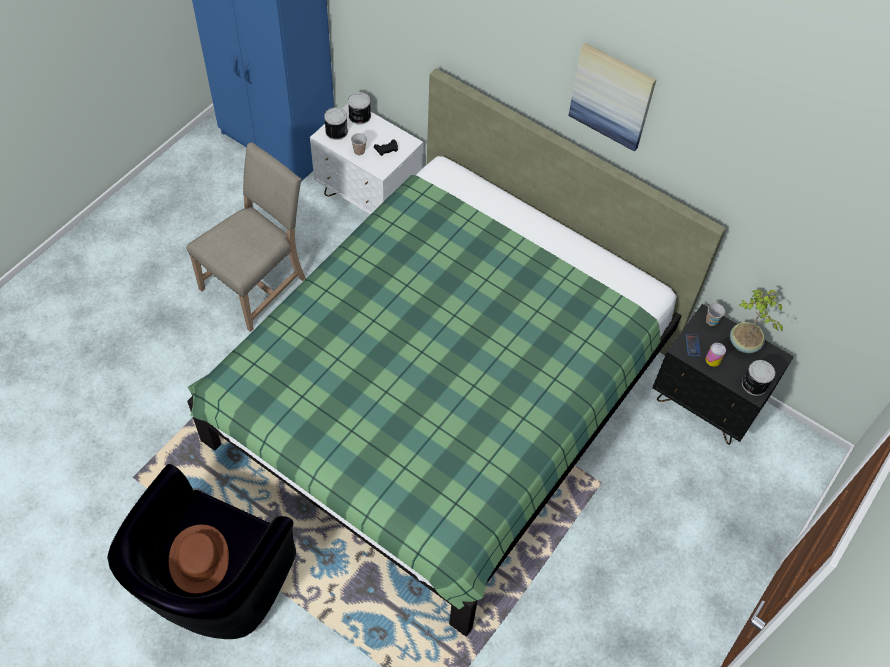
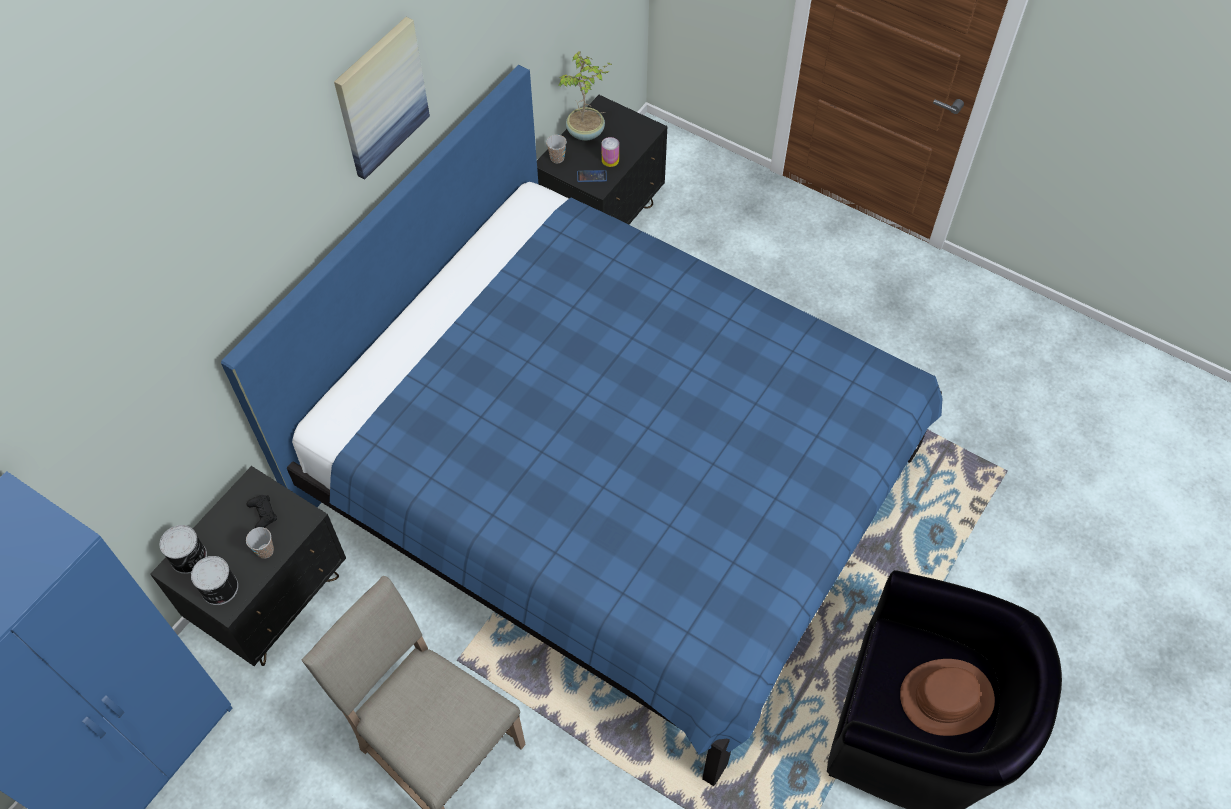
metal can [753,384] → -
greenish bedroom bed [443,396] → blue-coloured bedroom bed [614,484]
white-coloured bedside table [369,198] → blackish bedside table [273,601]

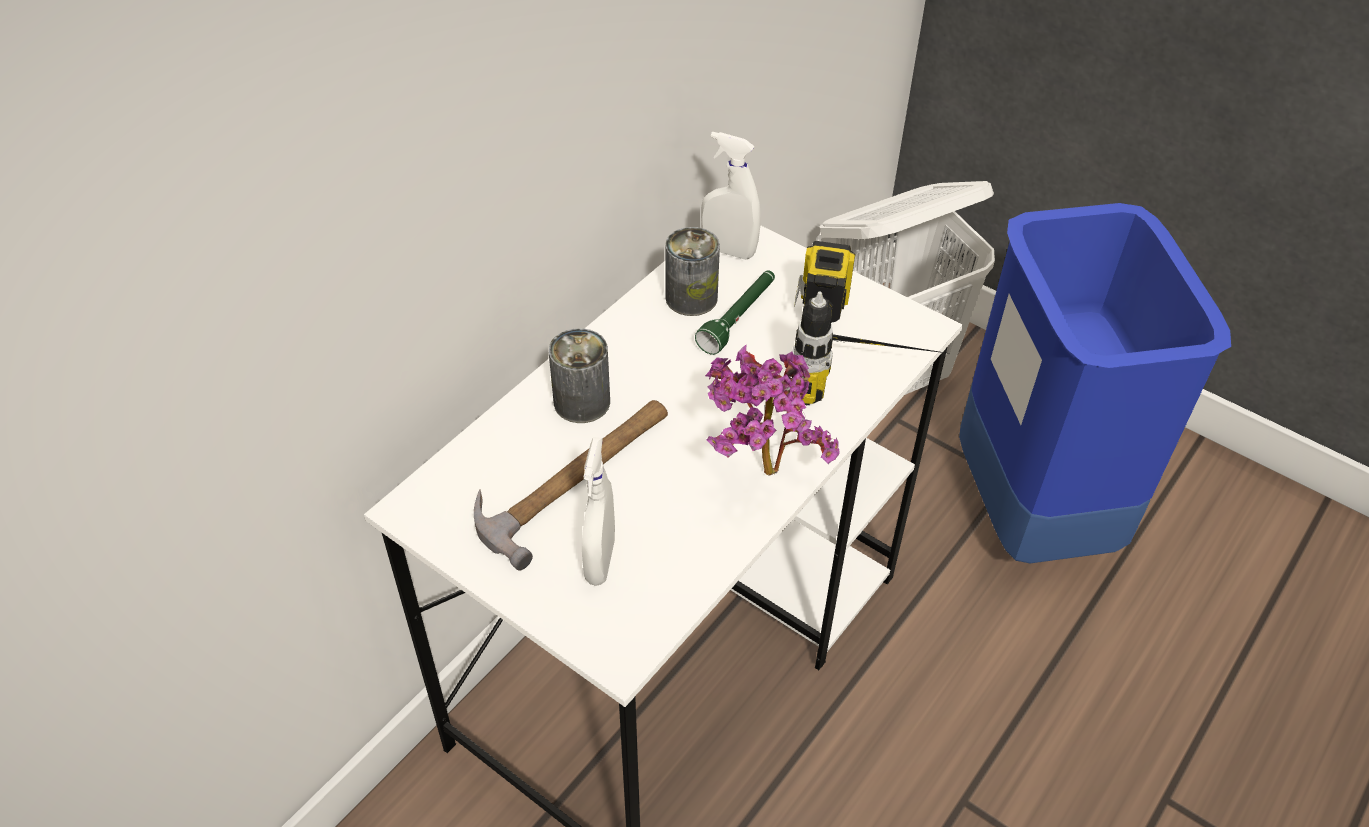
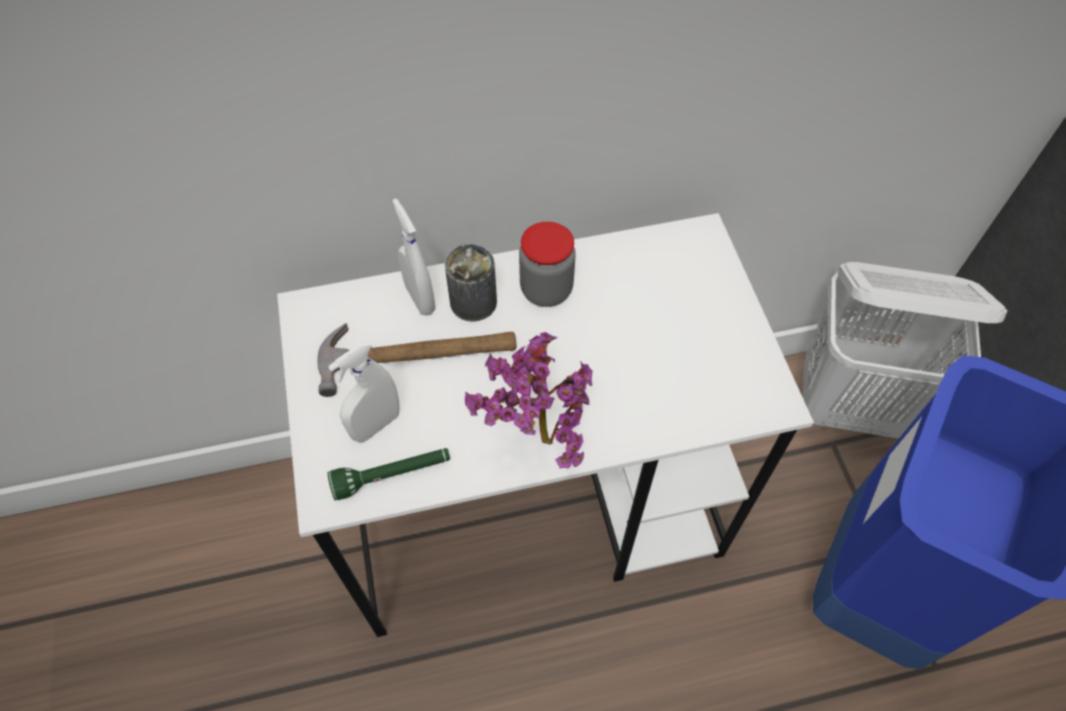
metal can [691,297] → -
electric drill [866,363] → -
- → storage jar [546,290]
greenish torch [738,318] → greenish torch [393,476], move
white-coloured sprayer [728,251] → white-coloured sprayer [420,298], move

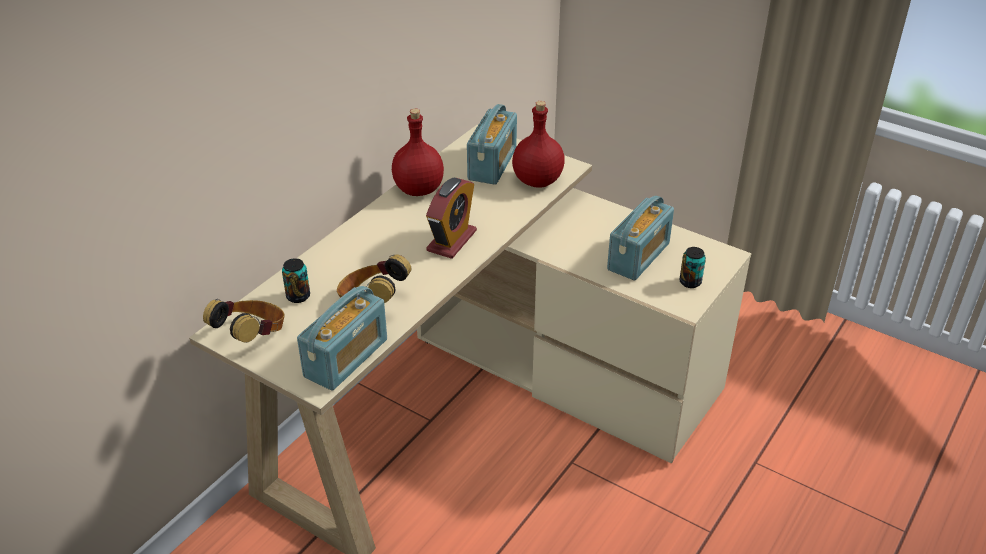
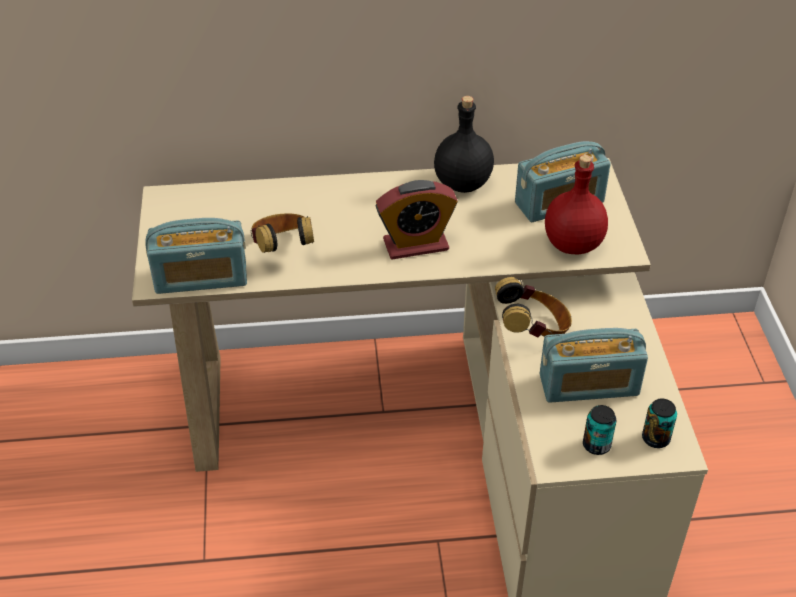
pair of headphones [252,337] → pair of headphones [533,330], move
metal can [298,296] → metal can [655,438], move
reddish bottle [419,189] → blackish bottle [463,184]

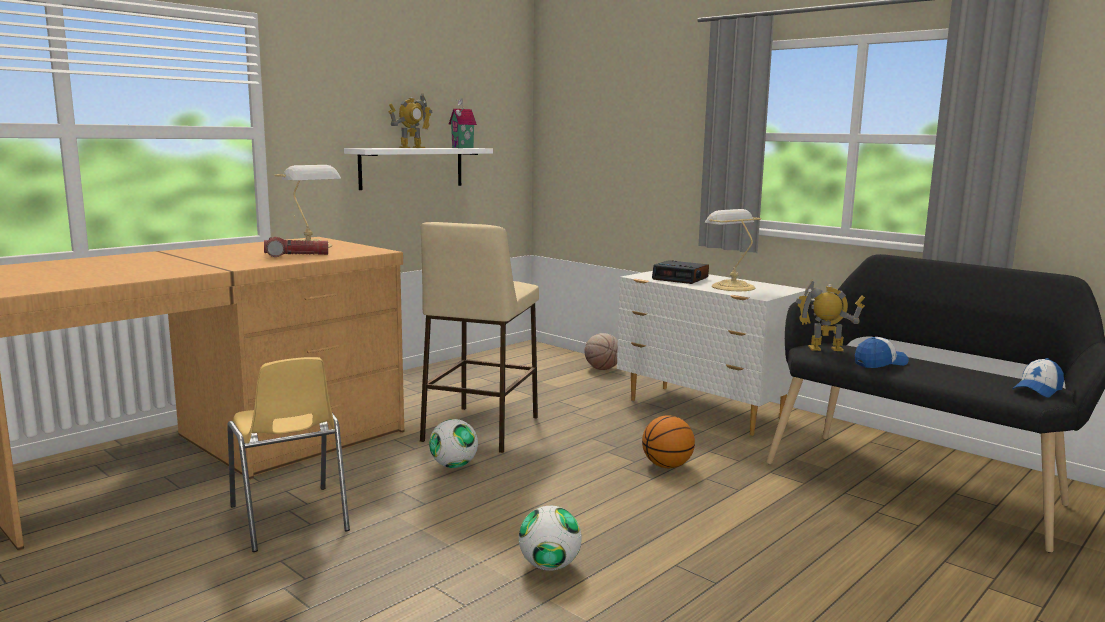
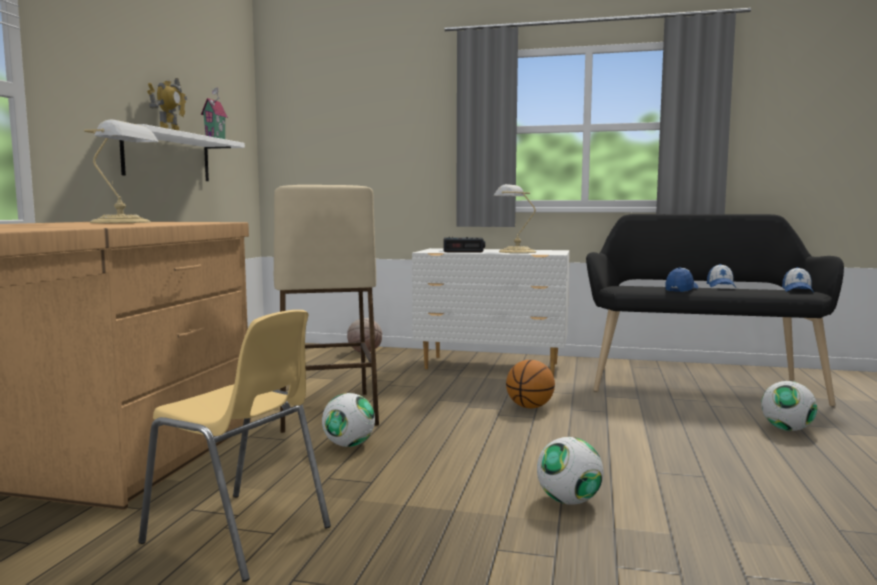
torch [296,256] → -
toy robot [825,349] → -
- → cap [720,286]
- → ball for football [787,429]

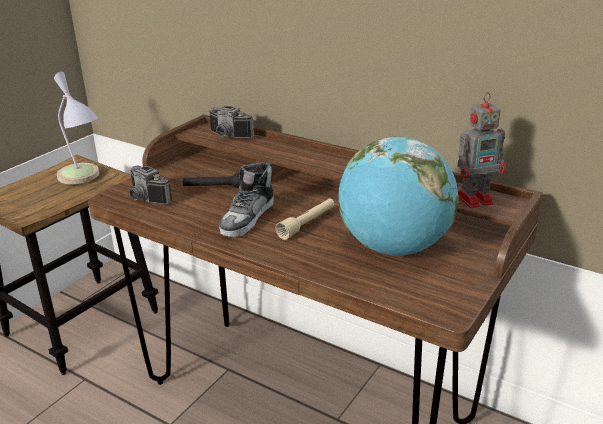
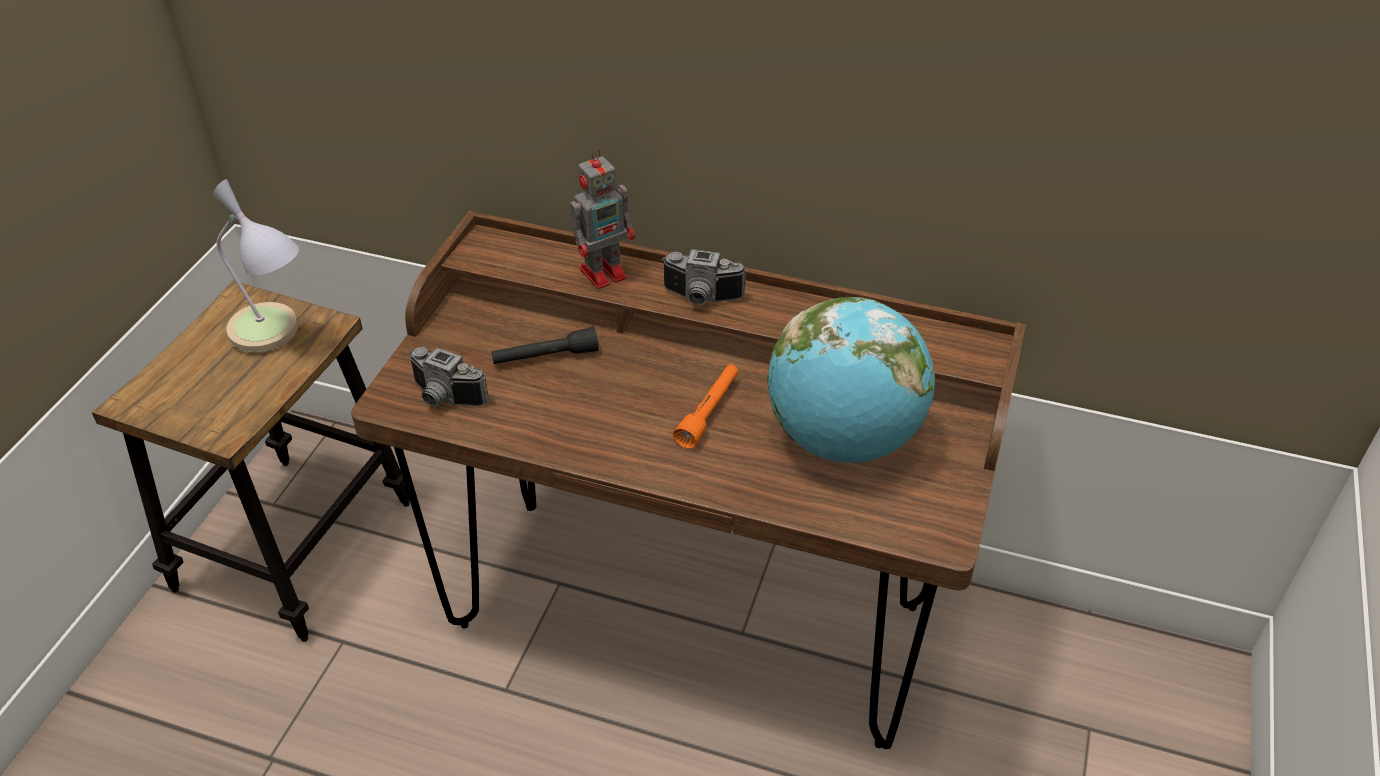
item of footwear [248,218] → -
still camera [228,136] → still camera [701,299], move
toy robot [476,199] → toy robot [605,272], move
beige-coloured torch [307,224] → orange torch [709,412]

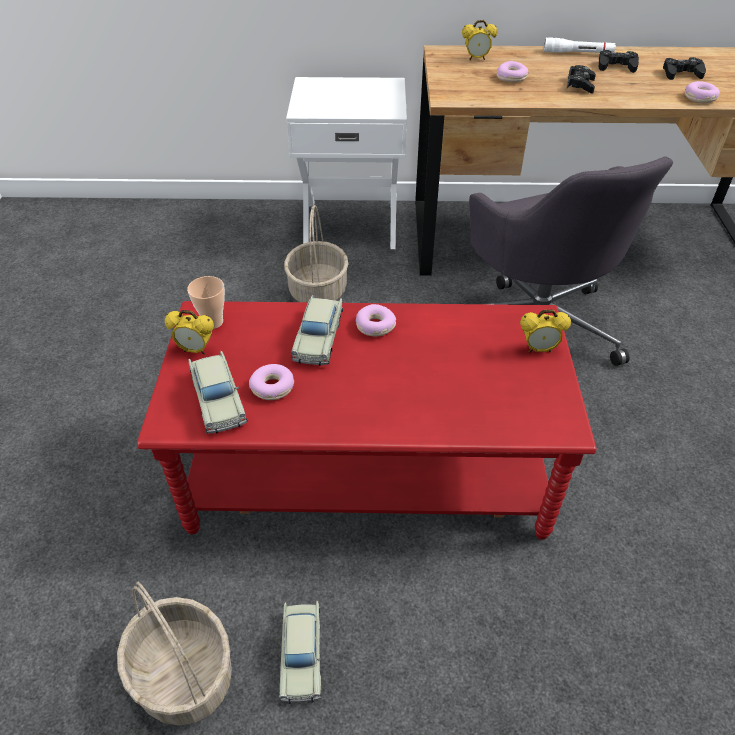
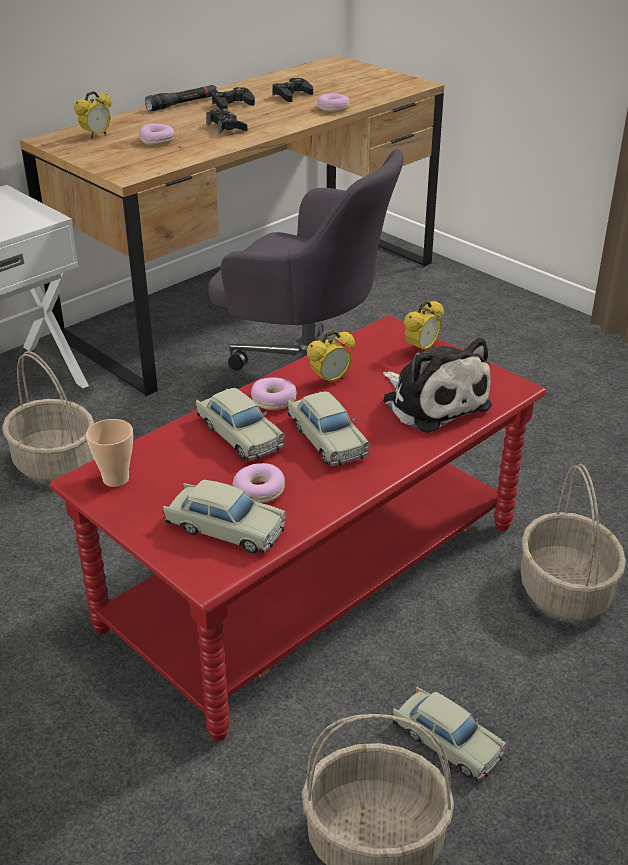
- → beige-coloured miniature car [327,439]
- → cuddly toy [432,401]
- → storage basket [566,591]
table clock [195,350] → table clock [330,380], move
white-coloured torch [578,53] → blackish torch [182,104]

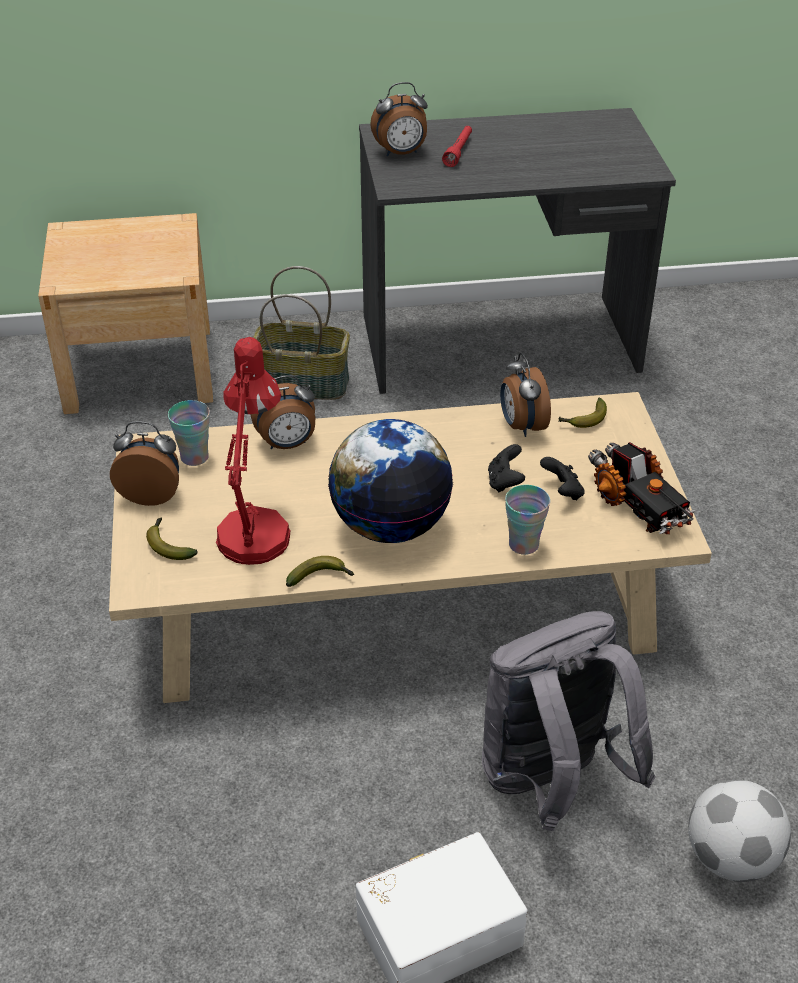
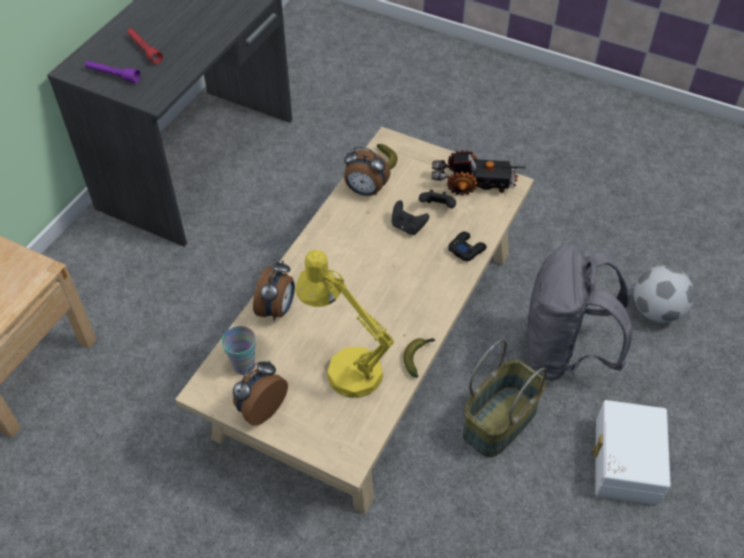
banana fruit [168,544] → -
globe [390,526] → -
storage basket [304,383] → storage basket [499,420], move
table clock [401,153] → purple torch [113,75]
small cup [523,544] → blackish game controller [466,249]
reddish table lamp [256,528] → yellowish table lamp [345,367]

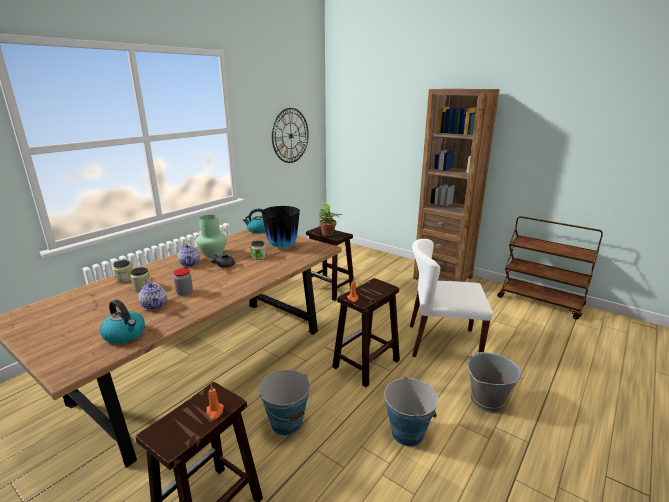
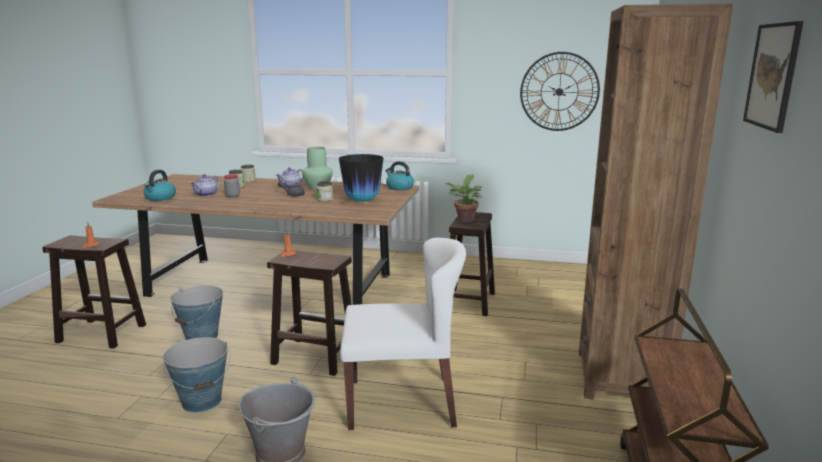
- → picture [772,76]
white-coloured upright chair [442,342] → white-coloured upright chair [402,402], 105 degrees clockwise

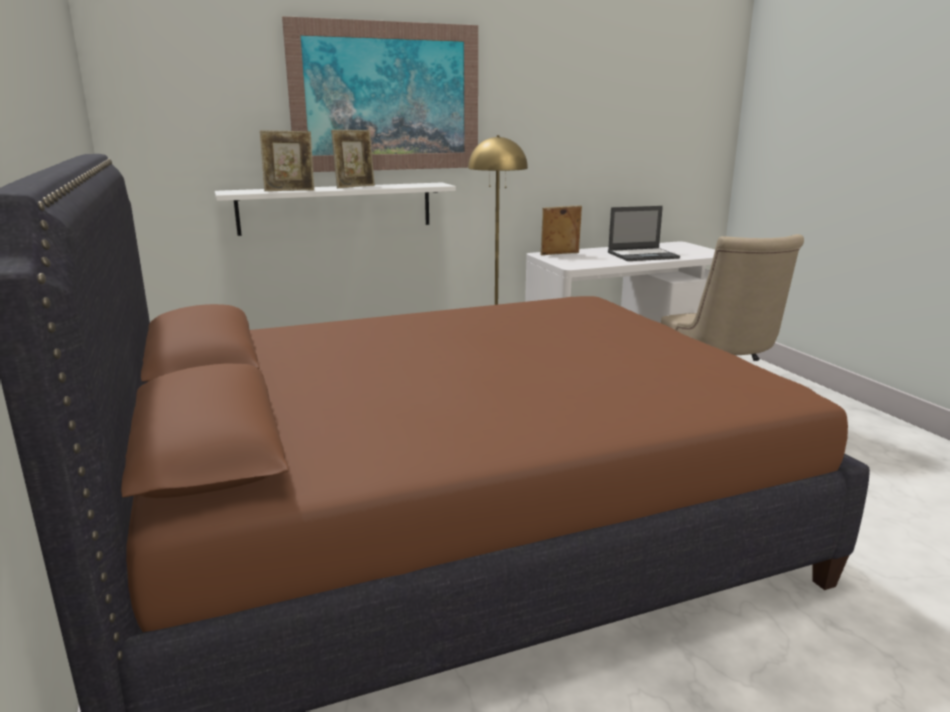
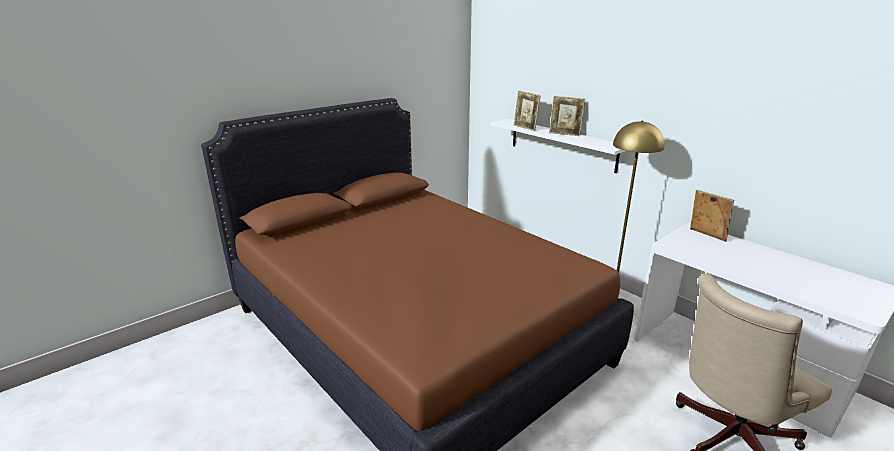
picture [387,97] → -
portable computer [643,255] → -

